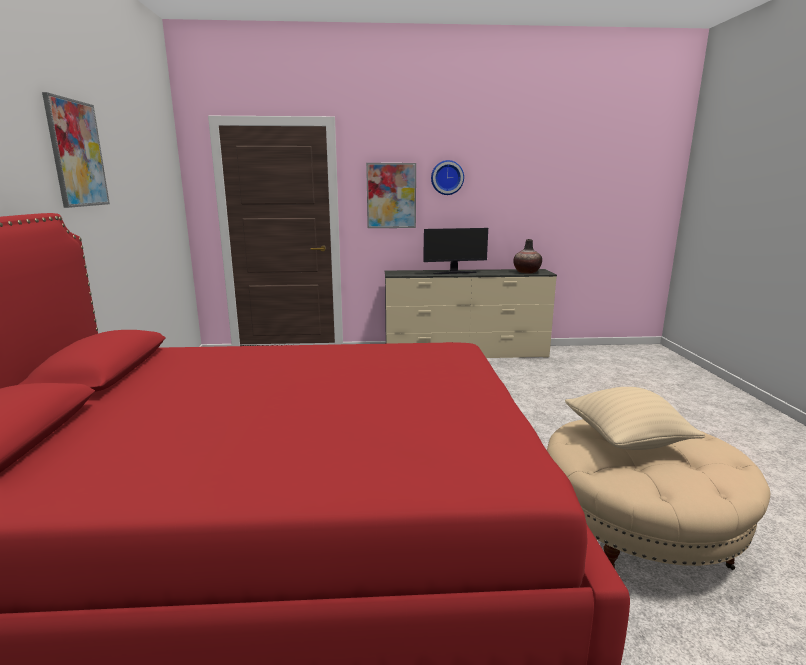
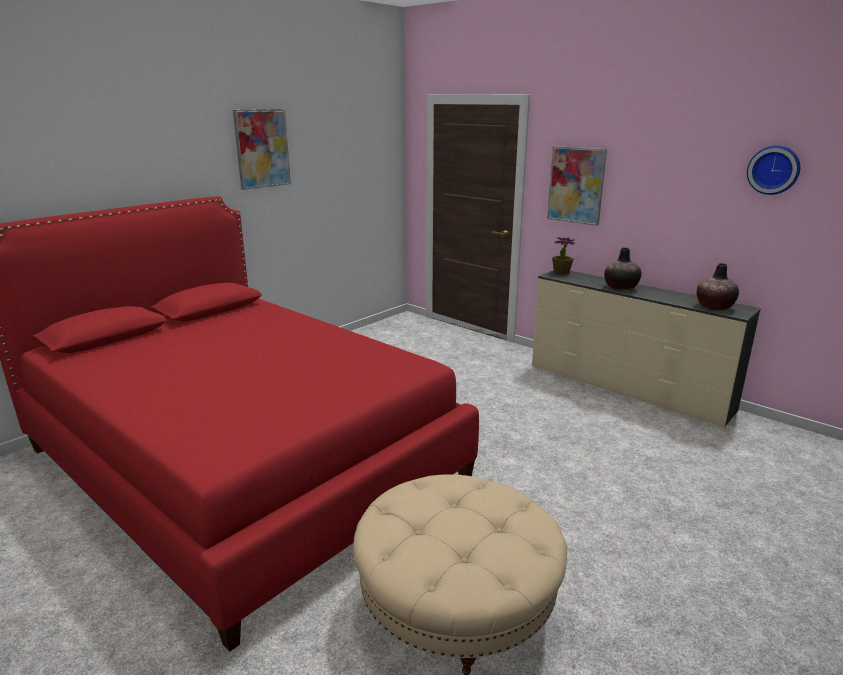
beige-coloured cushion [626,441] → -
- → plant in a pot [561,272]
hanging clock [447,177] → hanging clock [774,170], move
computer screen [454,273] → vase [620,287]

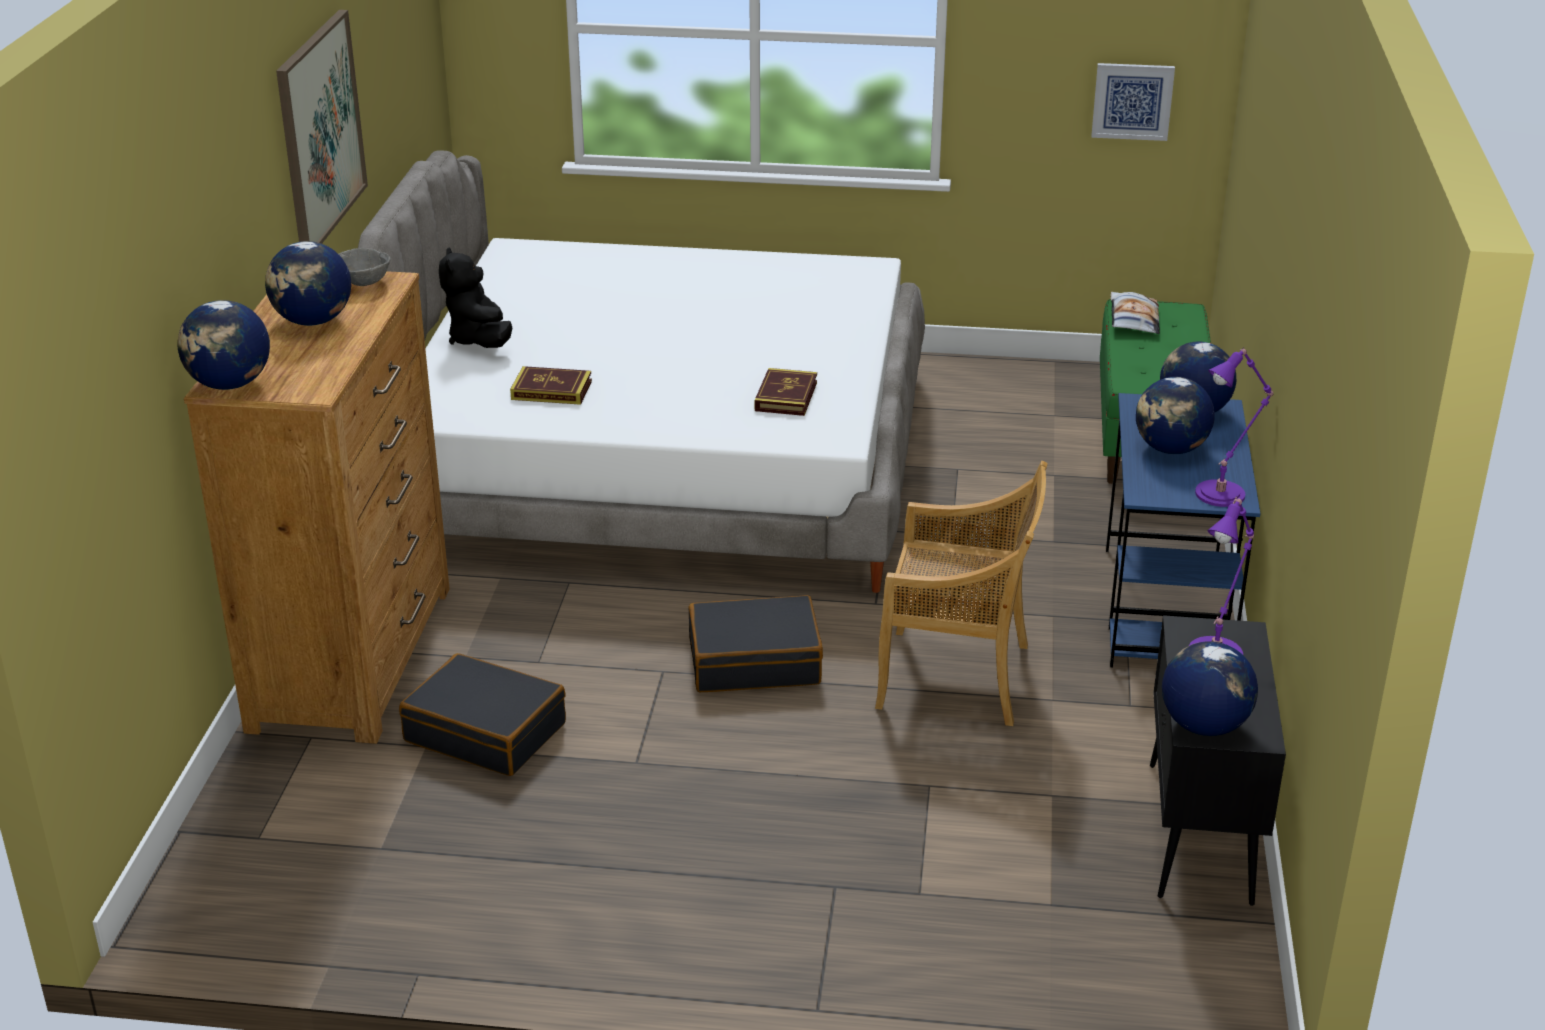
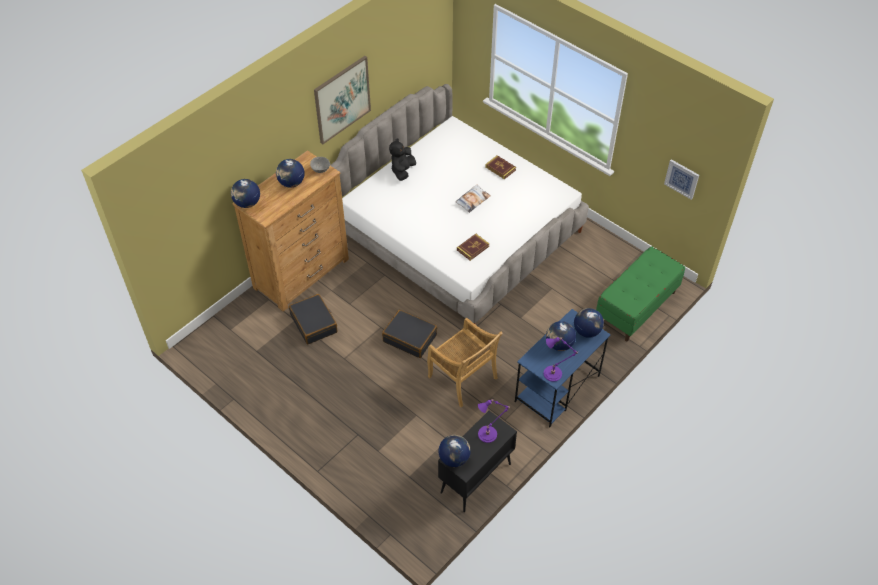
volume [551,390] → volume [500,168], move
cushion [1133,319] → cushion [472,200], move

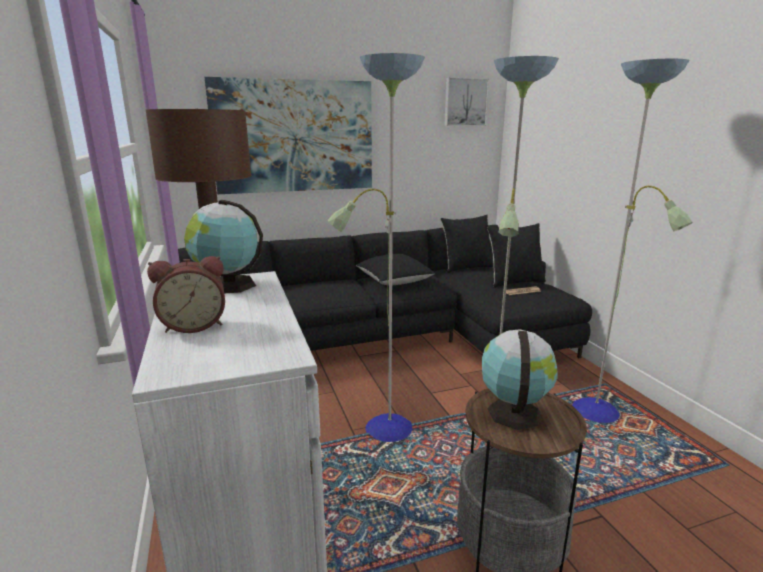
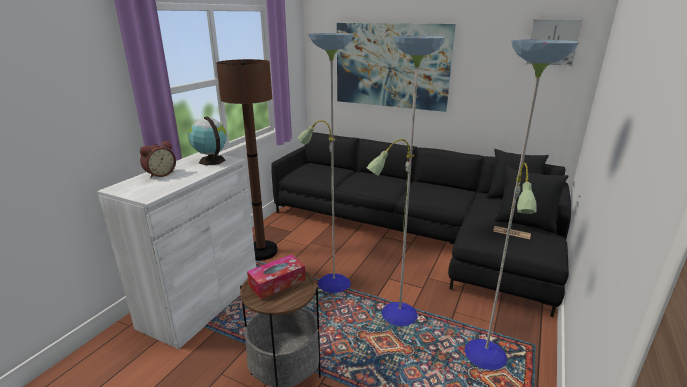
blackish cushion [394,281] → -
globe [513,412] → tissue box [277,282]
table clock [194,325] → table clock [160,174], 75 degrees counterclockwise

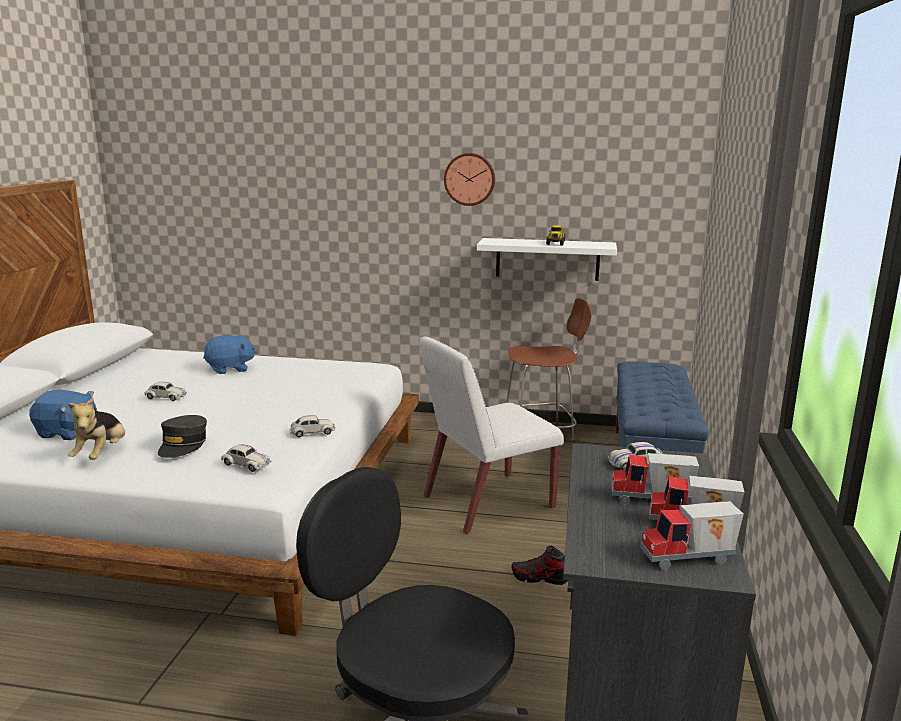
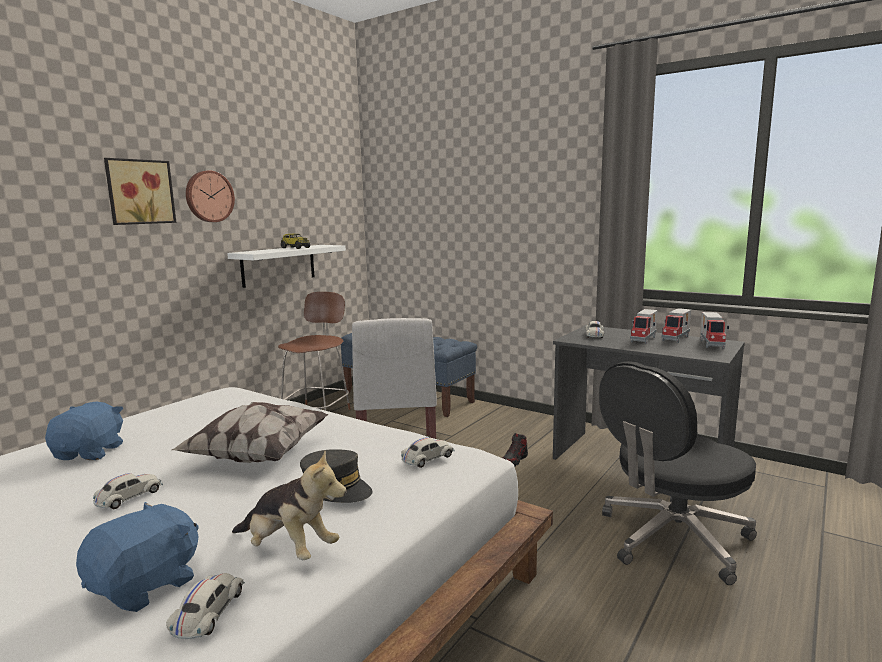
- → picture [139,192]
- → cushion [257,455]
white-coloured miniature car [312,432] → white-coloured miniature car [209,612], move

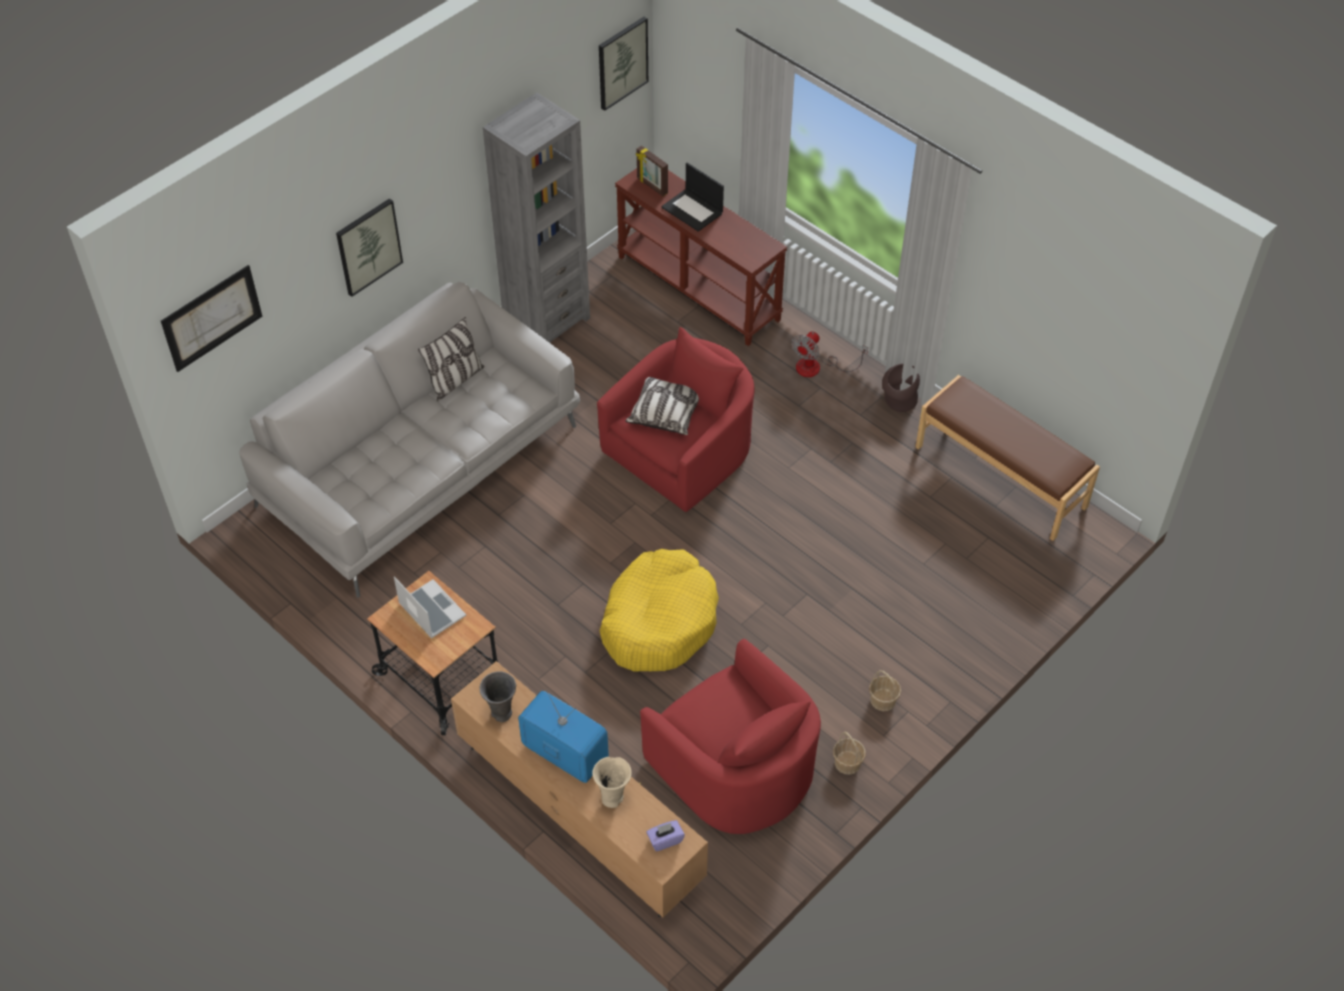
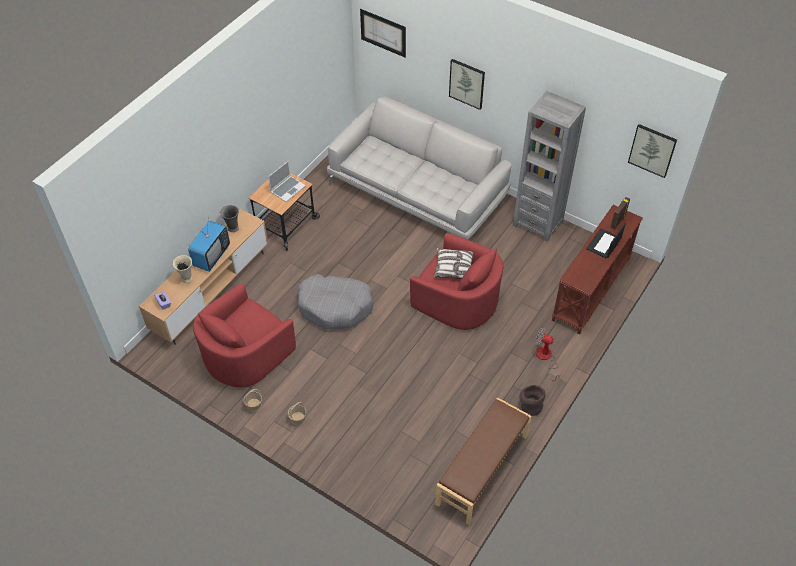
cushion [455,380] → -
yellowish dog cushion [659,621] → gray dog cushion [335,307]

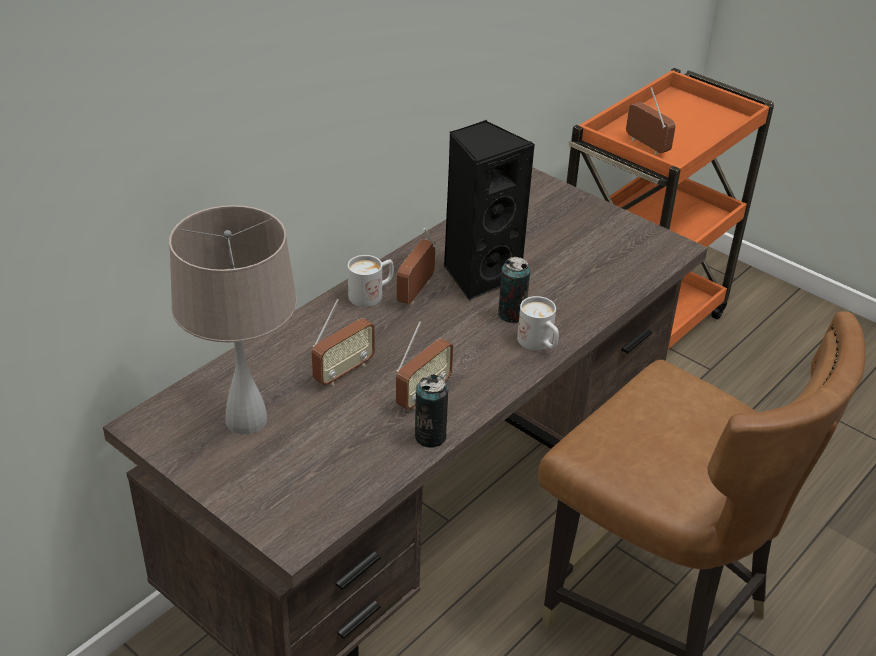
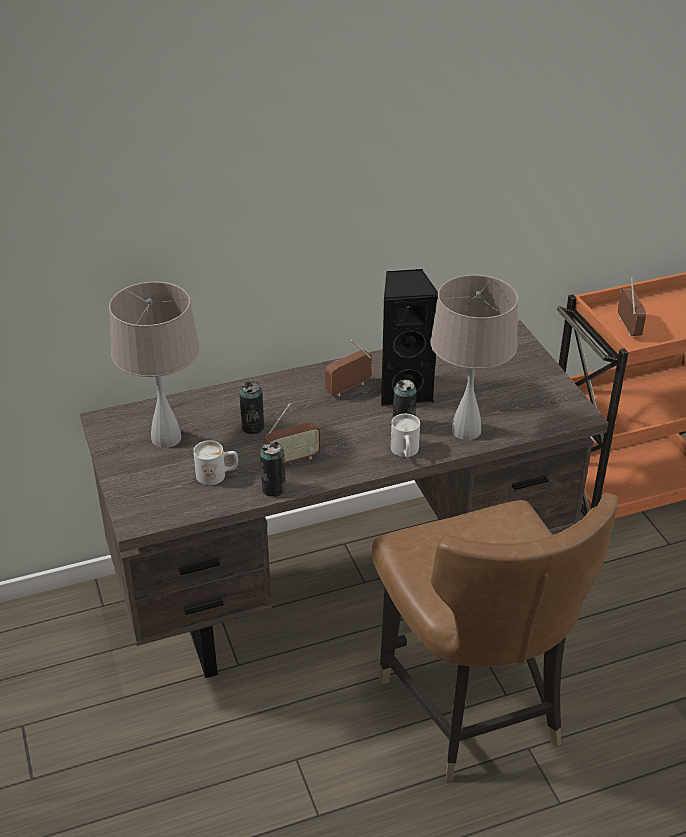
- → beige-coloured table lamp [465,430]
white-coloured tea mug [372,294] → white-coloured tea mug [217,475], move
radio set [343,371] → metal can [253,427]

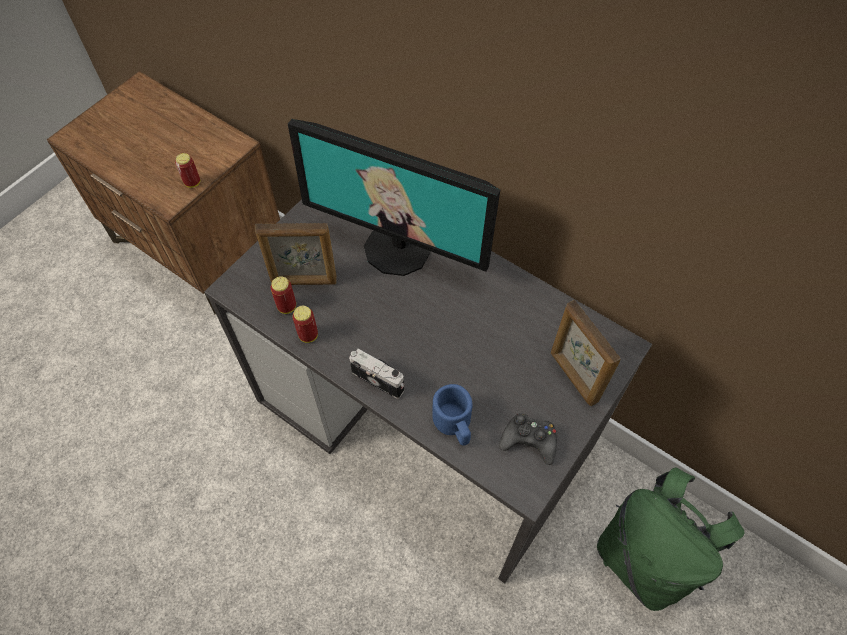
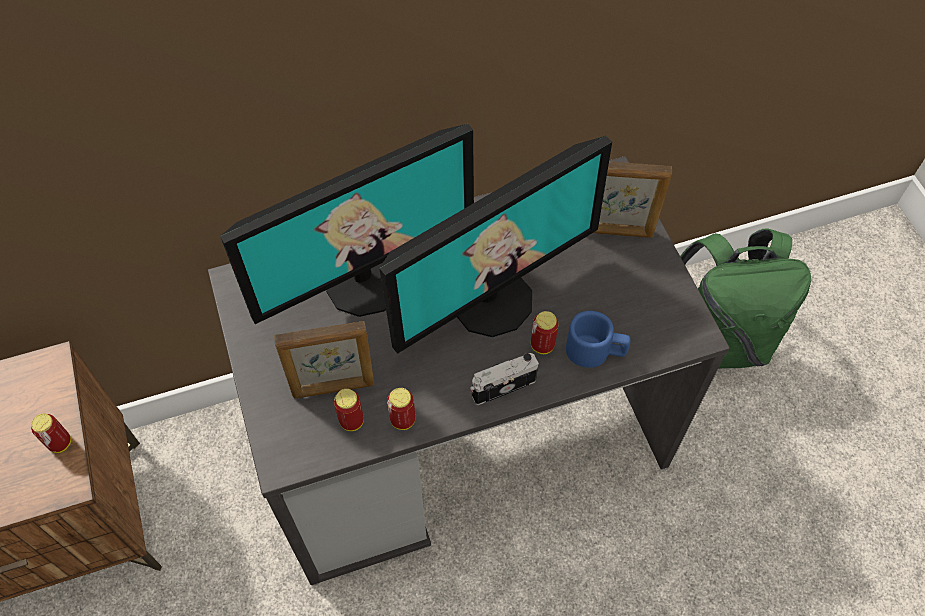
blackish game controller [529,440] → -
- → computer screen [492,301]
- → metal can [542,345]
photo frame [304,281] → photo frame [333,387], 45 degrees clockwise

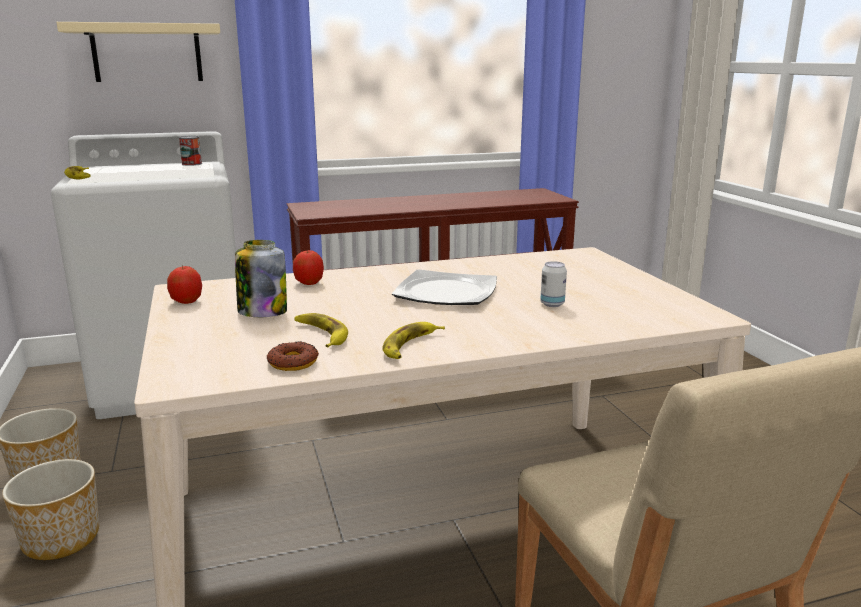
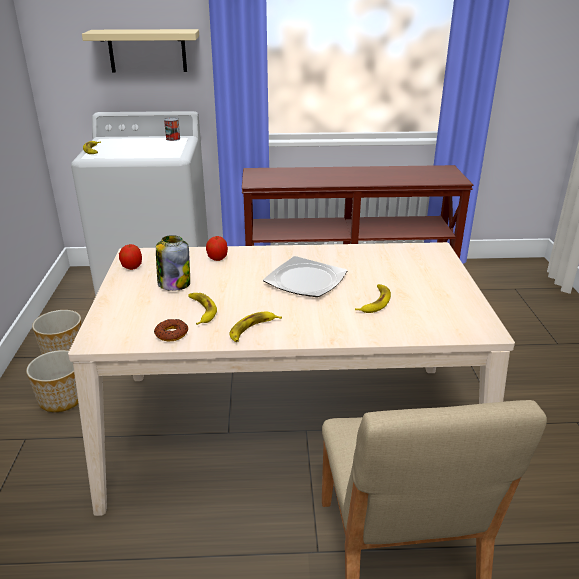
metal can [552,304] → banana fruit [374,302]

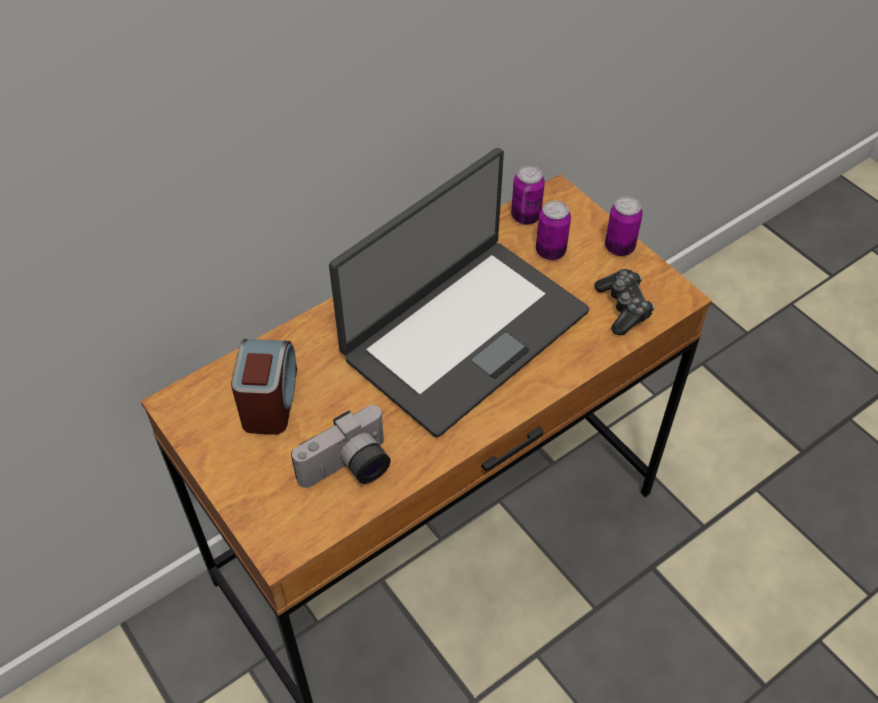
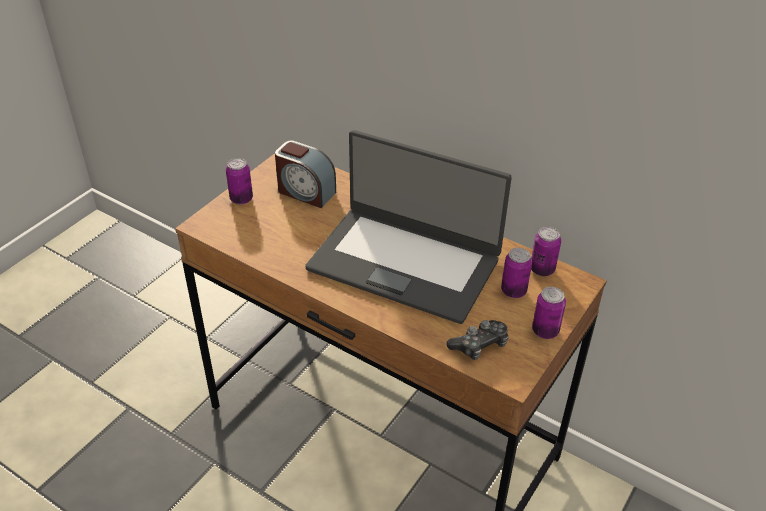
still camera [349,469] → -
- → metal can [241,199]
table clock [270,400] → table clock [305,192], 45 degrees clockwise

